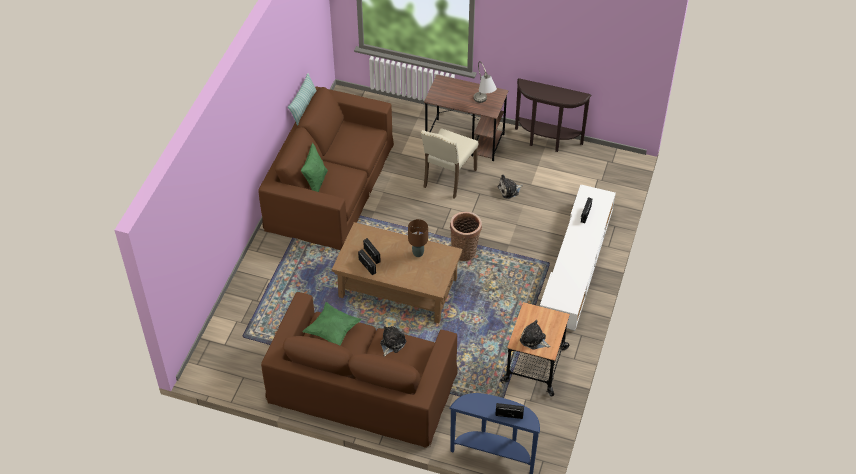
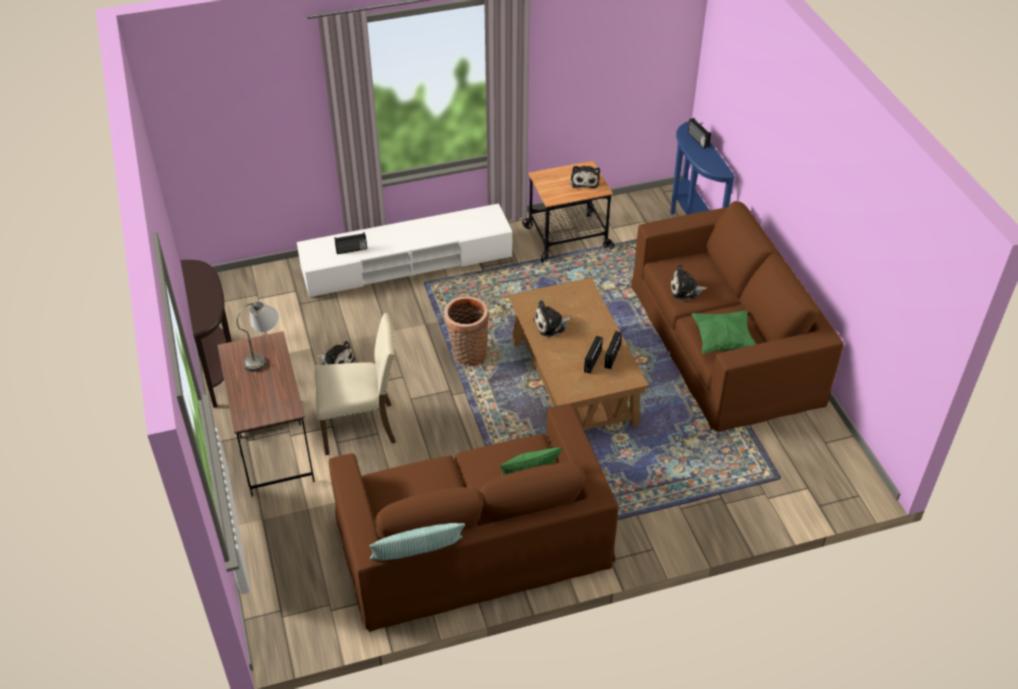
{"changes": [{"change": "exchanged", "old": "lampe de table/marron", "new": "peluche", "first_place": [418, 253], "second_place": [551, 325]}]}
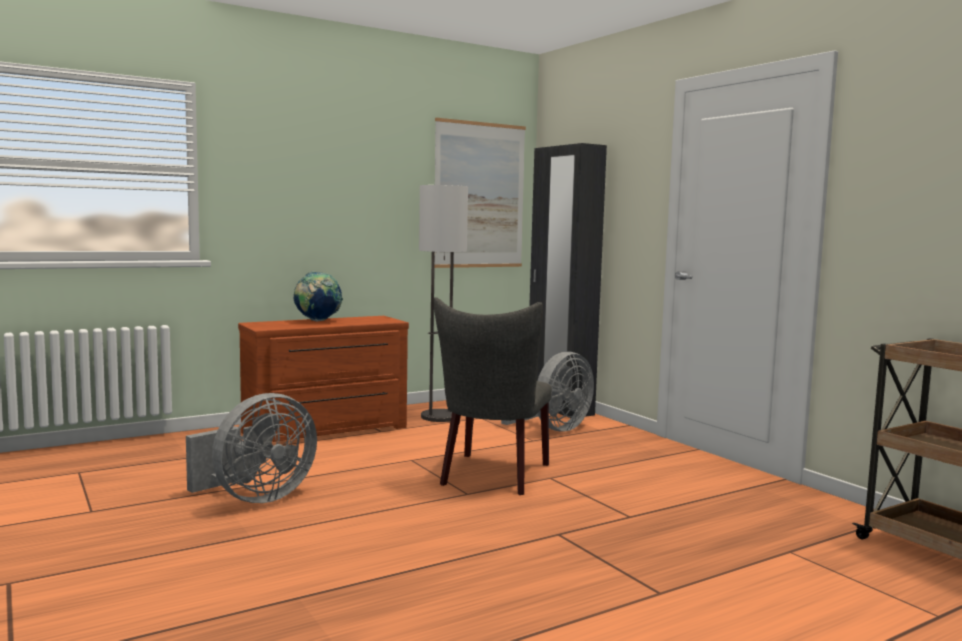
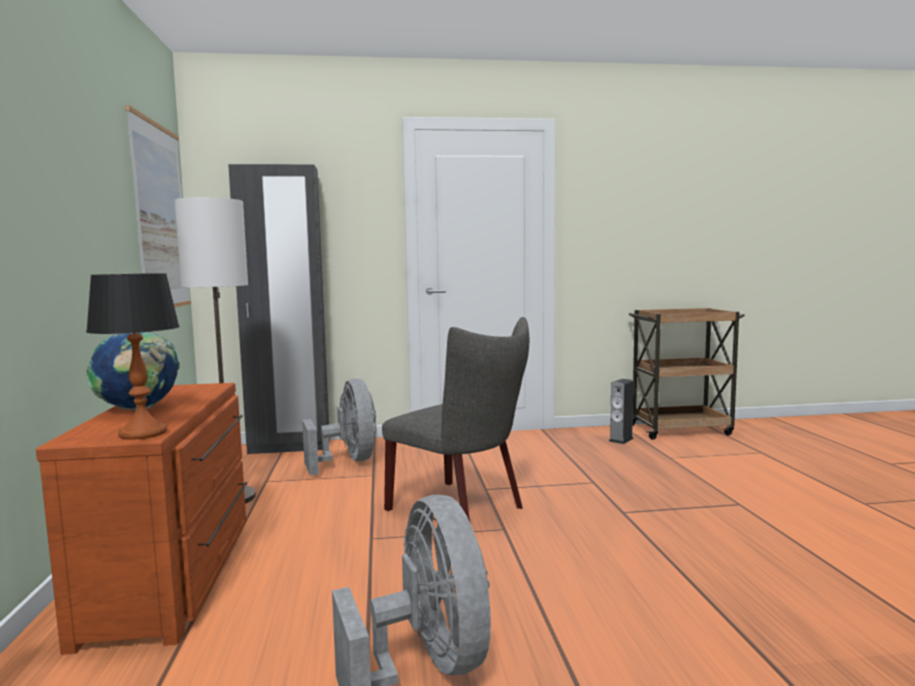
{"changes": [{"change": "appeared", "new": "lampe de table", "second_place": [142, 433]}, {"change": "appeared", "new": "enceinte", "second_place": [621, 440]}]}
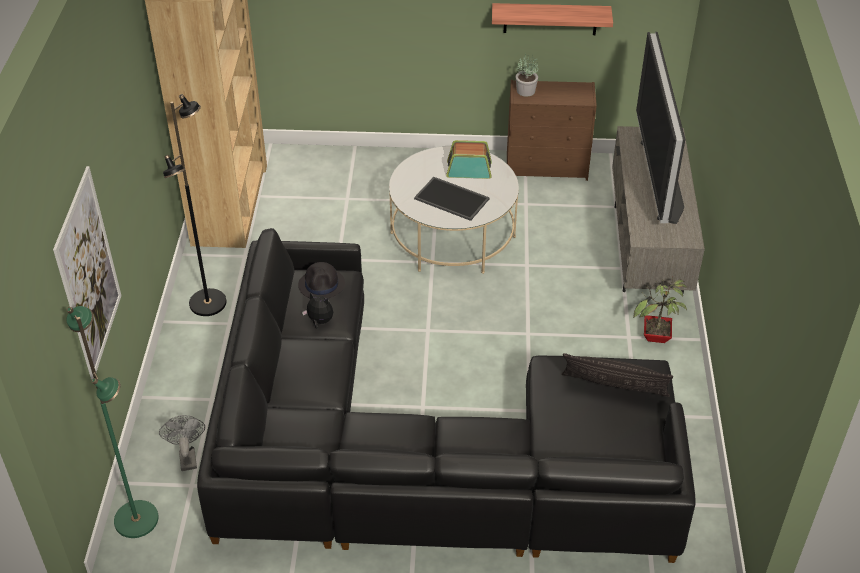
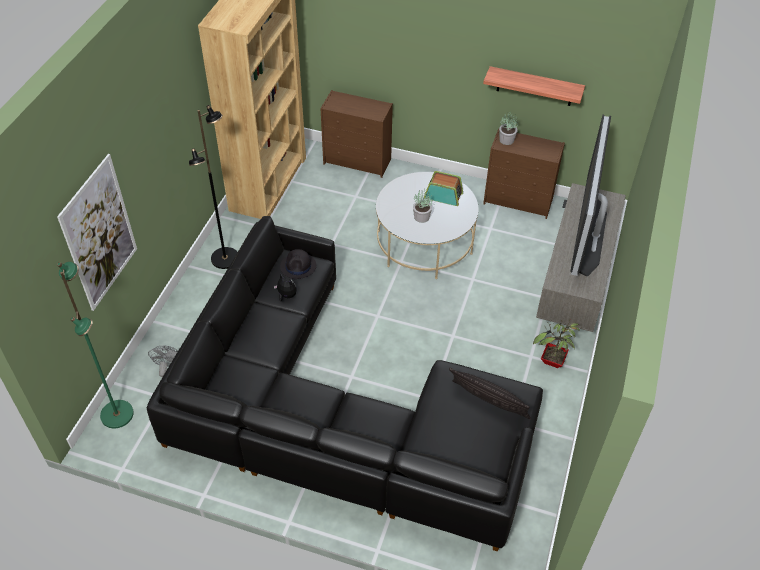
{"changes": [{"change": "exchanged", "old": "plateau", "new": "plante en pot", "first_place": [453, 198], "second_place": [422, 217]}, {"change": "appeared", "new": "commode/marron", "second_place": [358, 161]}]}
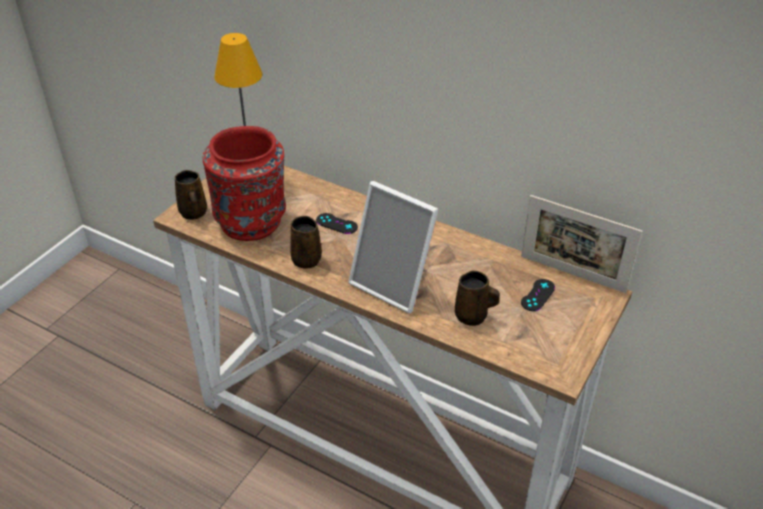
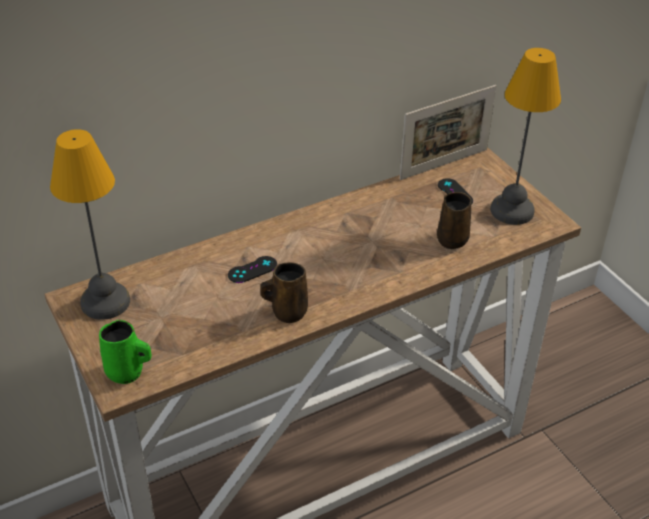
{"changes": [{"change": "missing", "old": "vase/rouge", "first_place": [252, 222]}, {"change": "colour", "old": "mug/marron", "new": "mug/vert", "first_place": [193, 213], "second_place": [127, 372]}, {"change": "missing", "old": "cadre photo", "first_place": [394, 284]}, {"change": "appeared", "new": "lampe de table", "second_place": [511, 211]}]}
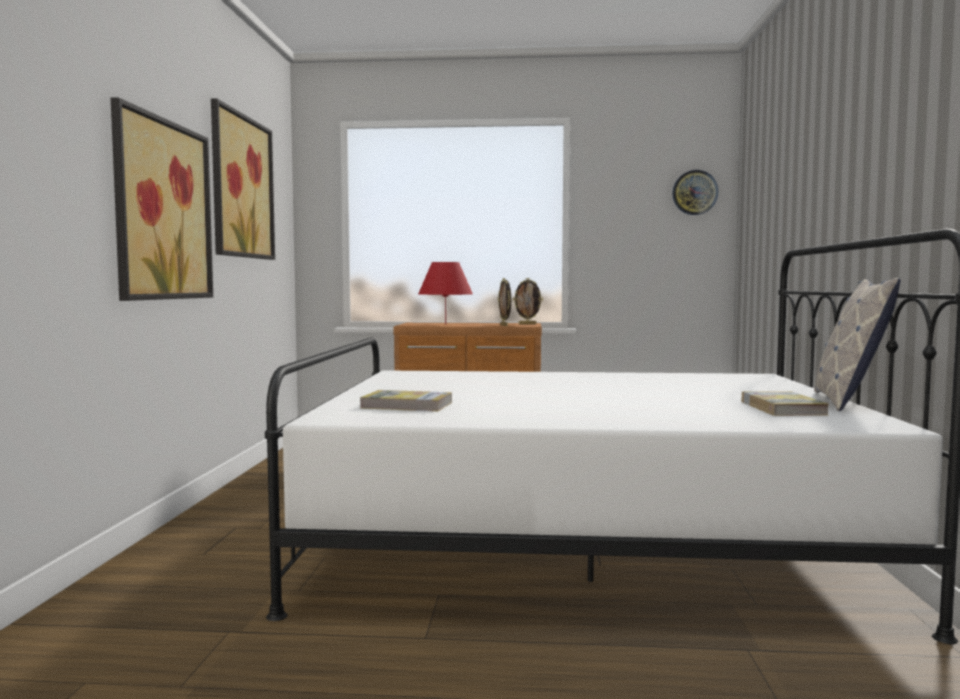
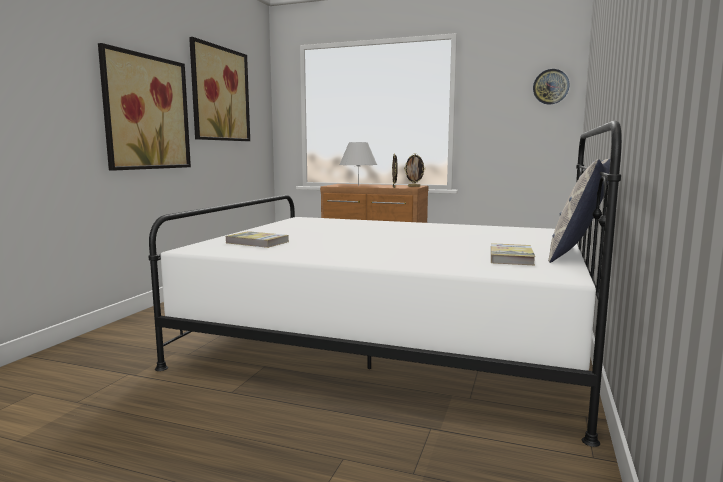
{"changes": [{"change": "colour", "old": "lampe de table/rouge", "new": "lampe de table/blanc", "first_place": [445, 324], "second_place": [358, 185]}]}
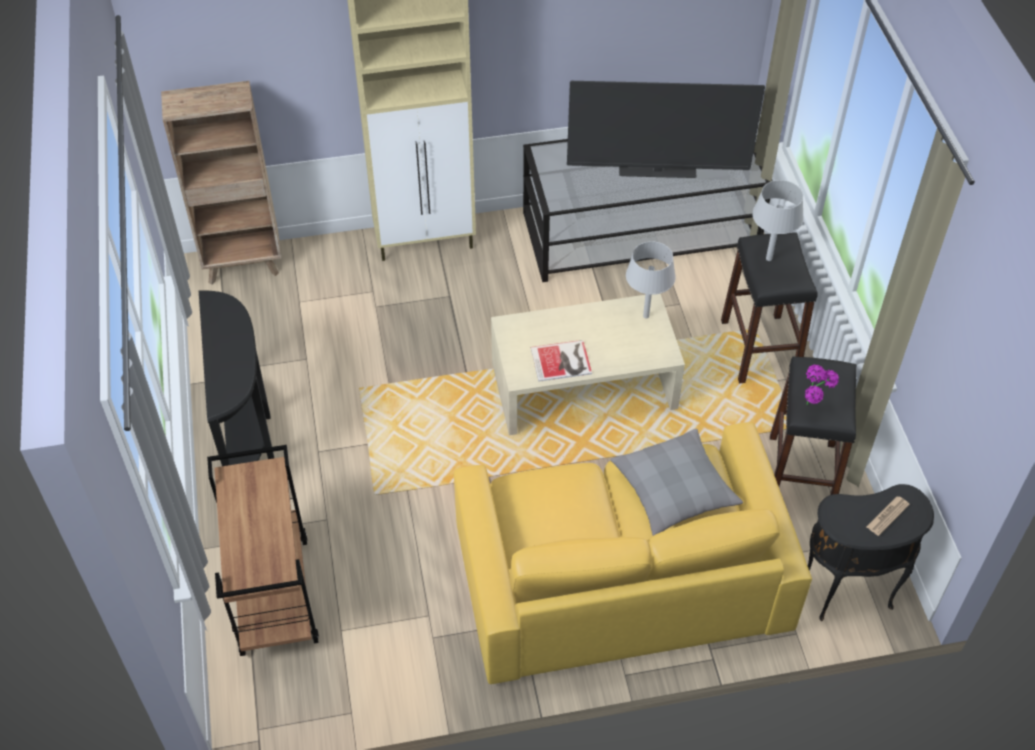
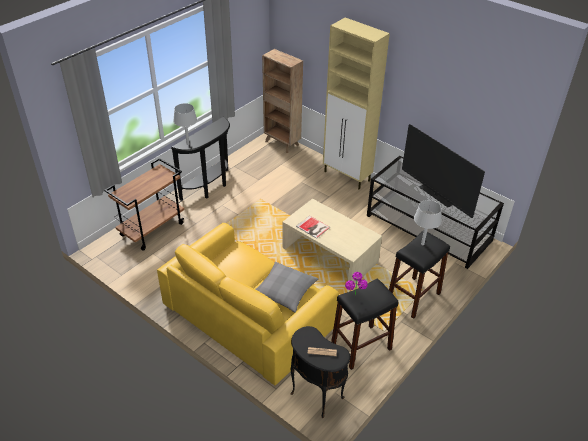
{"changes": [{"change": "relocated", "old": "lampe de table/gris", "first_place": [646, 316], "second_place": [188, 144]}]}
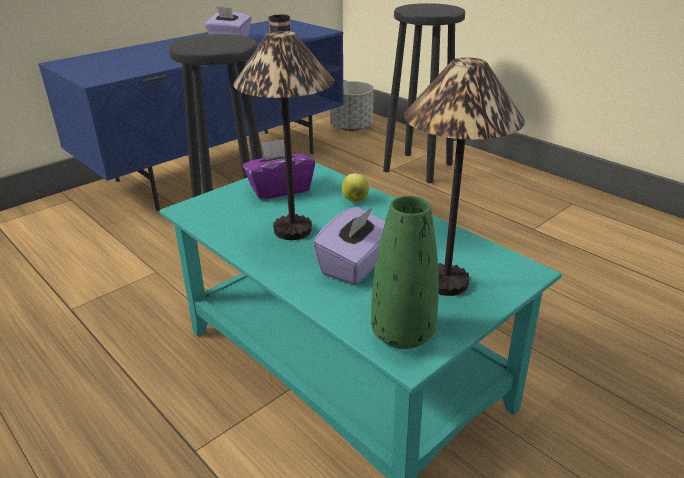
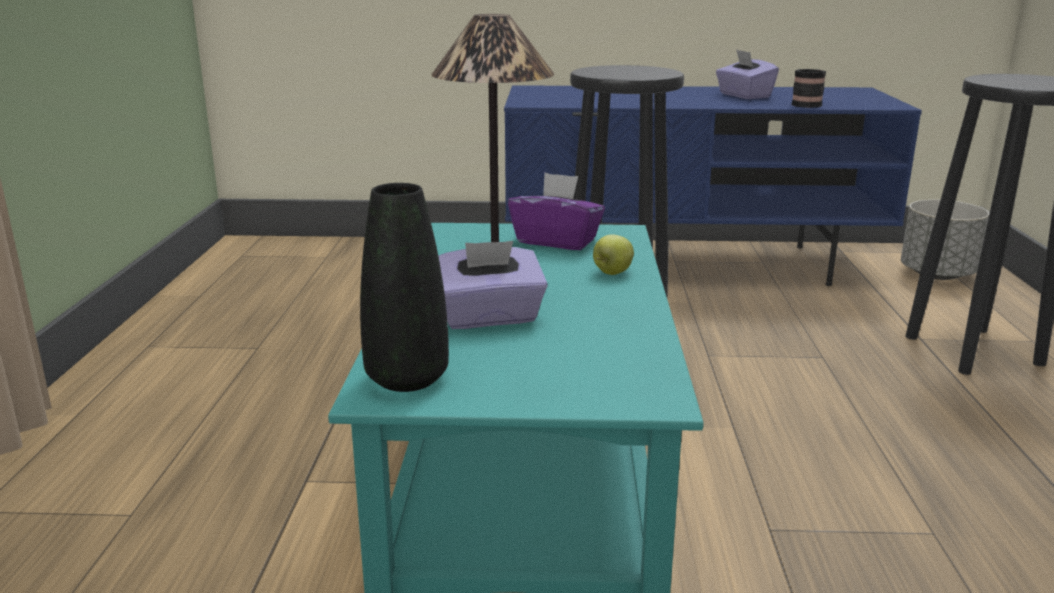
{"changes": [{"change": "missing", "old": "lampe de table", "first_place": [445, 283]}, {"change": "colour", "old": "vase/vert", "new": "vase/noir", "first_place": [402, 334], "second_place": [407, 379]}]}
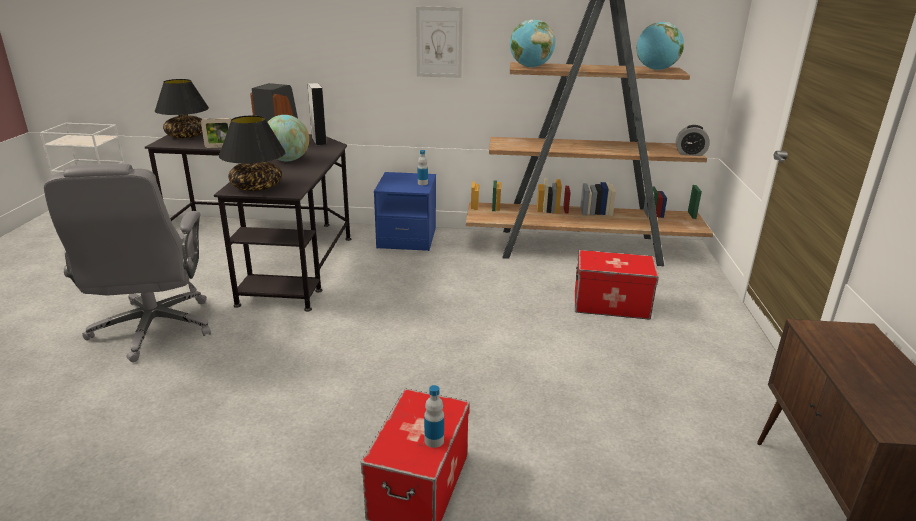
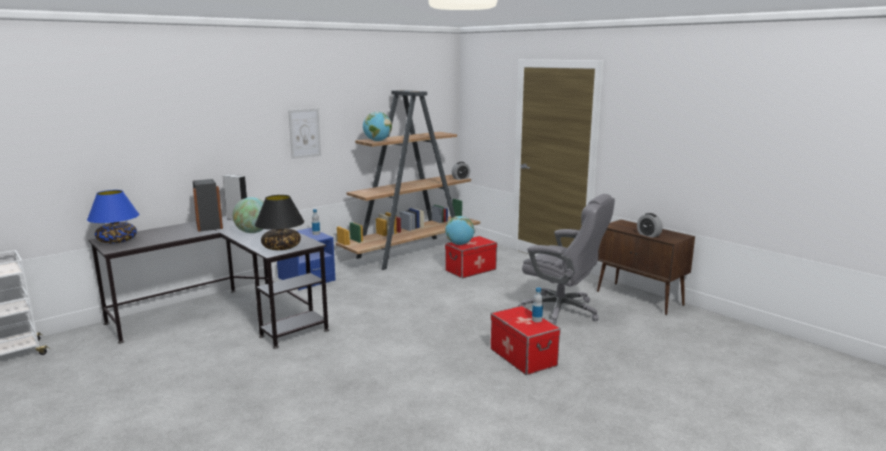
{"changes": [{"change": "relocated", "old": "globe", "first_place": [656, 70], "second_place": [459, 244]}, {"change": "colour", "old": "lampe de table/noir", "new": "lampe de table/bleu", "first_place": [187, 136], "second_place": [117, 241]}, {"change": "missing", "old": "cadre photo", "first_place": [220, 147]}, {"change": "relocated", "old": "chaise de bureau/gris", "first_place": [153, 329], "second_place": [562, 310]}, {"change": "appeared", "new": "réveil", "second_place": [648, 235]}]}
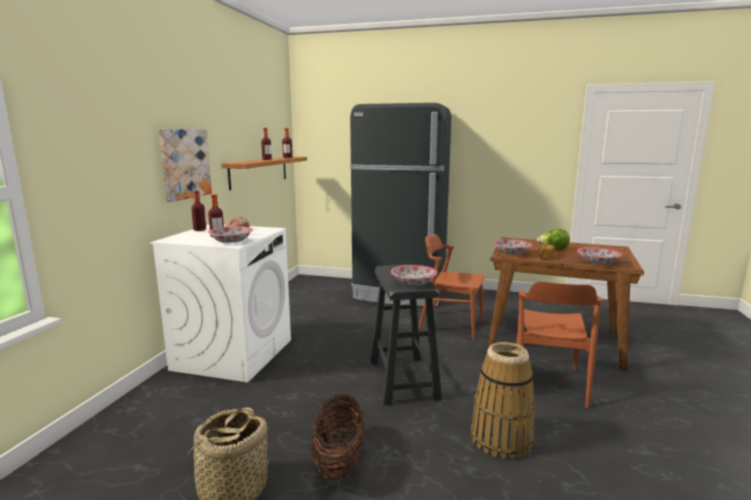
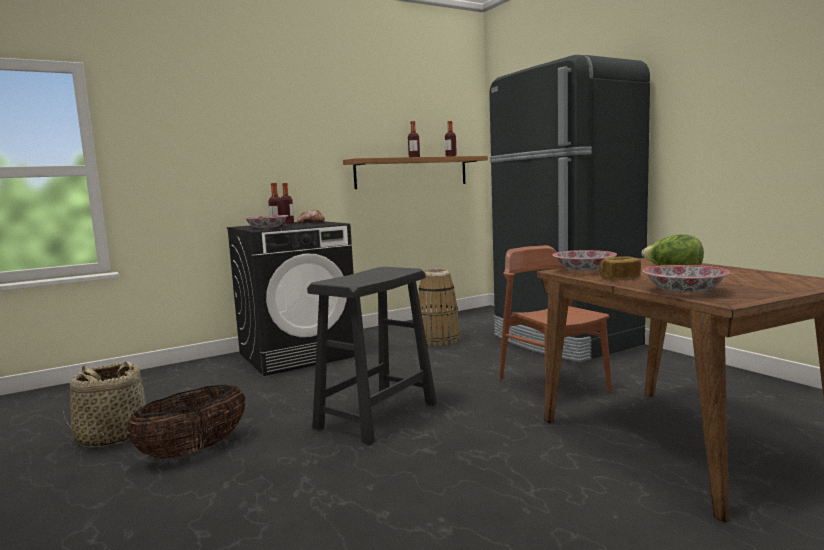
{"changes": [{"change": "missing", "old": "tableau", "first_place": [185, 163]}, {"change": "colour", "old": "lave-linge/blanc", "new": "lave-linge/noir", "first_place": [233, 354], "second_place": [298, 354]}, {"change": "missing", "old": "bol", "first_place": [413, 283]}, {"change": "missing", "old": "chaise/marron", "first_place": [548, 383]}, {"change": "relocated", "old": "panier", "first_place": [501, 438], "second_place": [438, 339]}]}
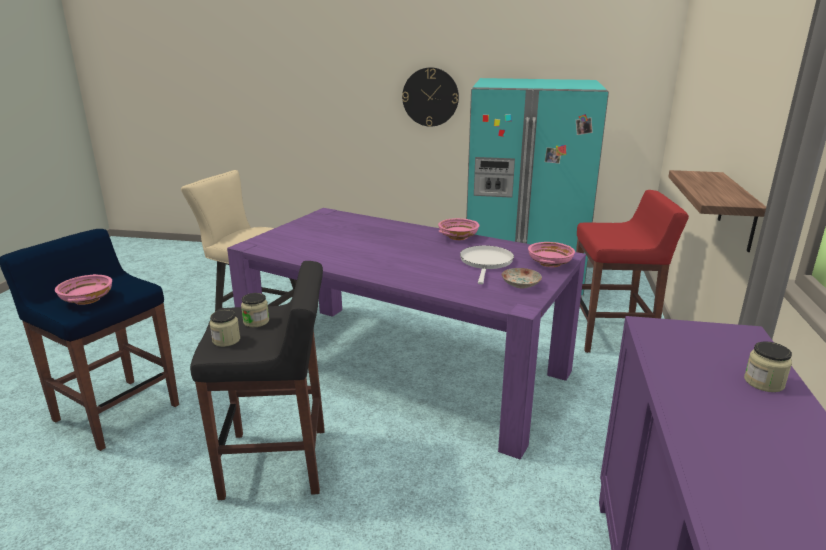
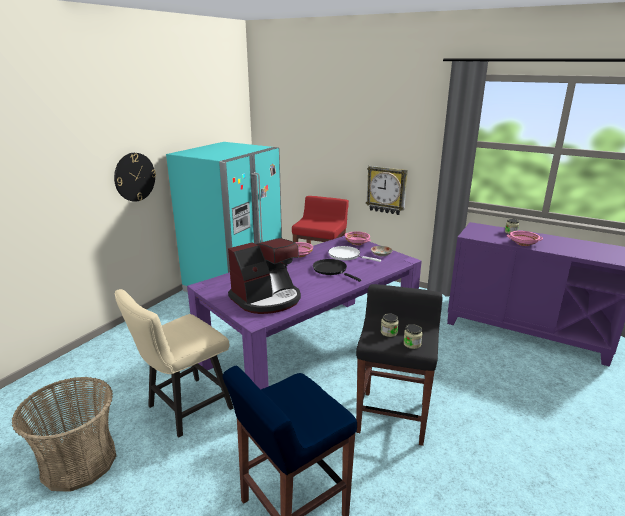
{"changes": [{"change": "exchanged", "old": "étagère", "new": "horloge murale", "first_place": [738, 211], "second_place": [386, 190]}, {"change": "relocated", "old": "bol/rose", "first_place": [87, 299], "second_place": [523, 243]}, {"change": "appeared", "new": "machine à café", "second_place": [267, 299]}, {"change": "appeared", "new": "poêle/noir", "second_place": [331, 270]}, {"change": "appeared", "new": "panier", "second_place": [79, 462]}]}
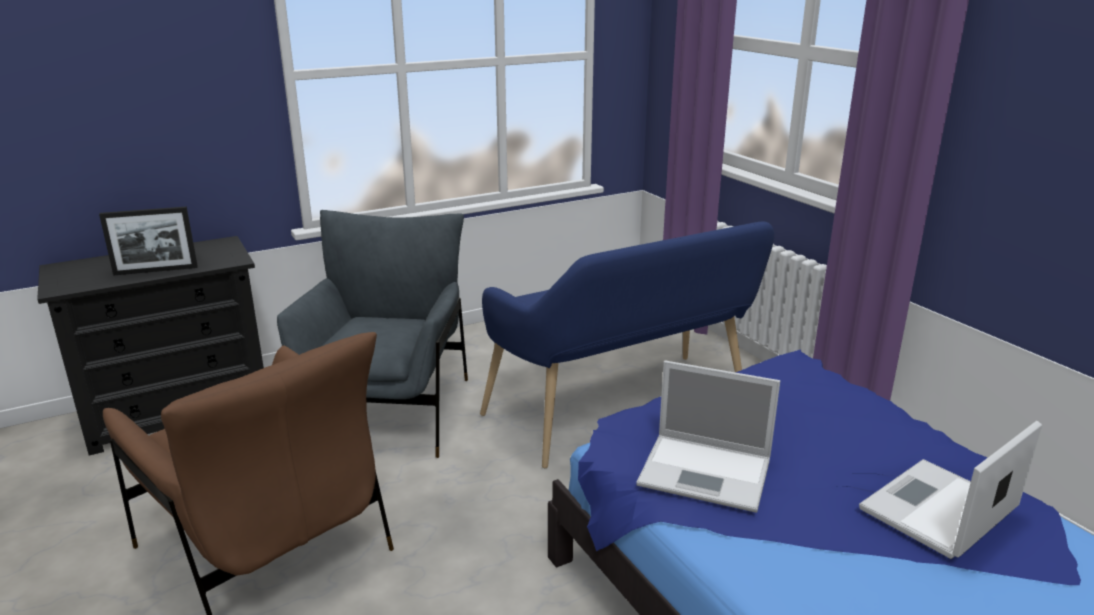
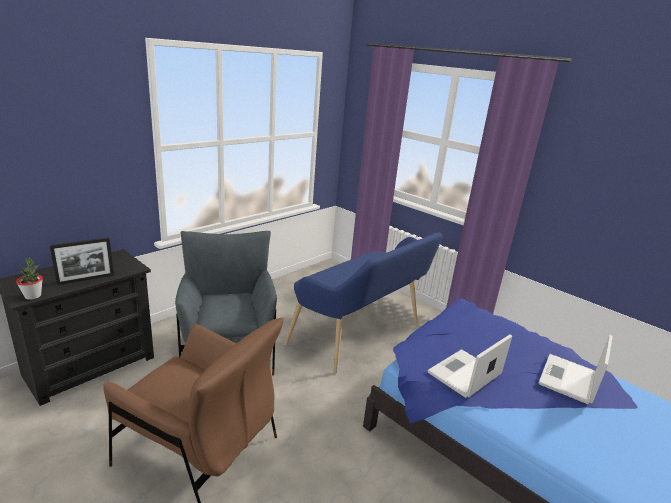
{"changes": [{"change": "spun", "old": "ordinateur portable", "first_place": [707, 472], "second_place": [464, 374], "degrees": 135}, {"change": "appeared", "new": "plante en pot", "second_place": [33, 296]}]}
